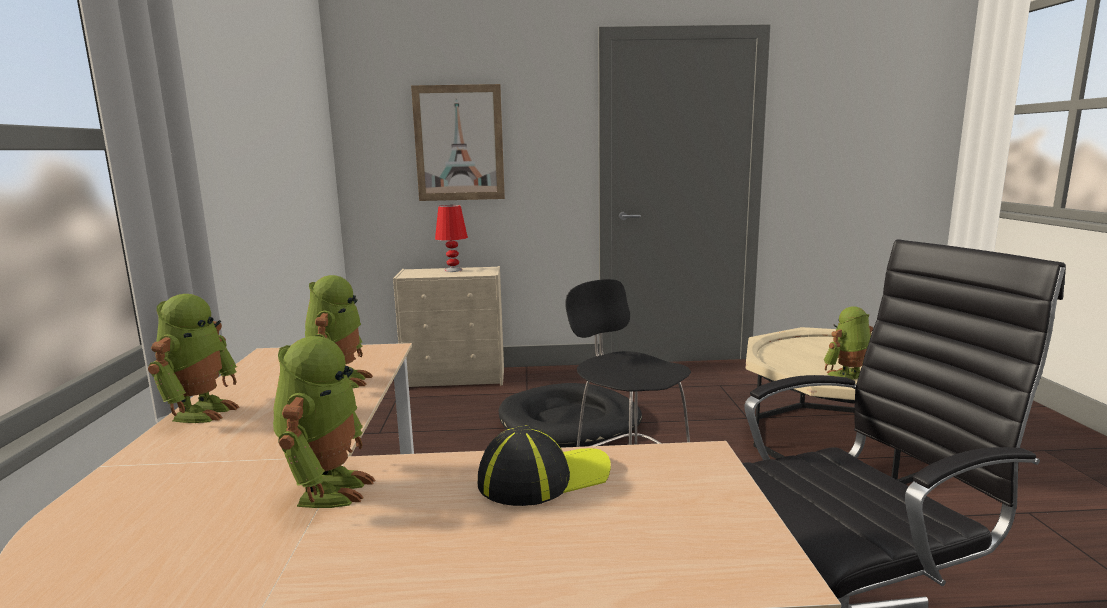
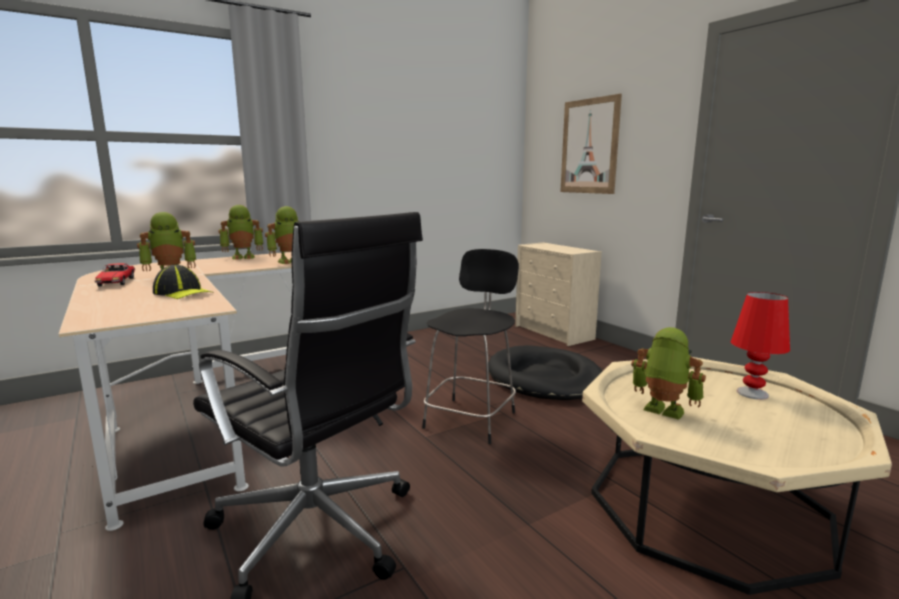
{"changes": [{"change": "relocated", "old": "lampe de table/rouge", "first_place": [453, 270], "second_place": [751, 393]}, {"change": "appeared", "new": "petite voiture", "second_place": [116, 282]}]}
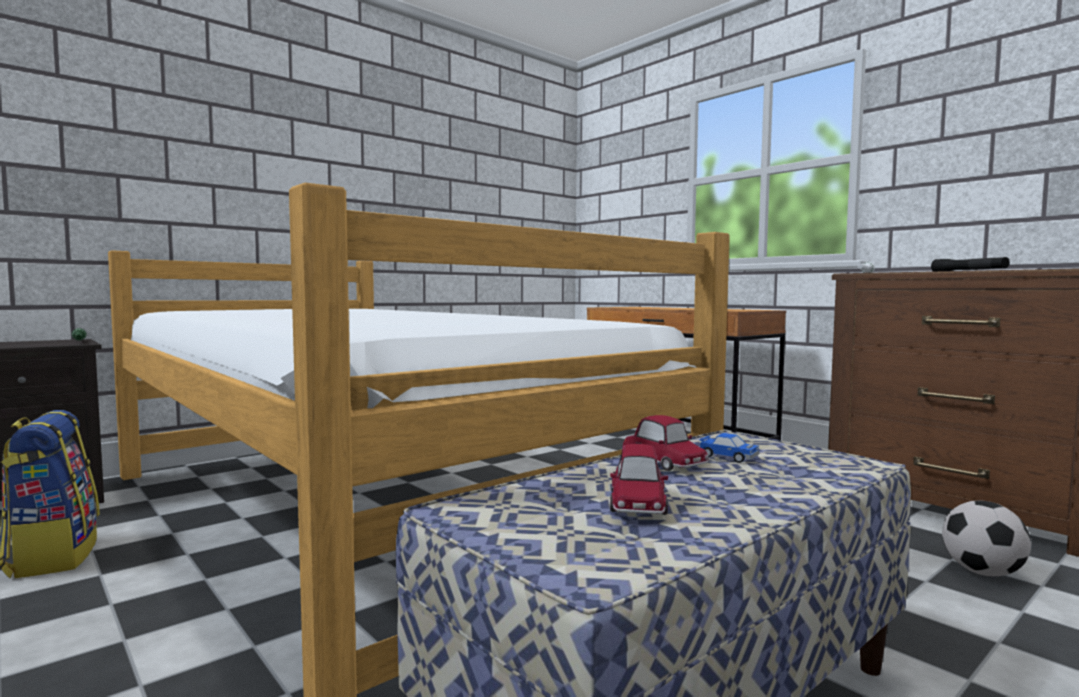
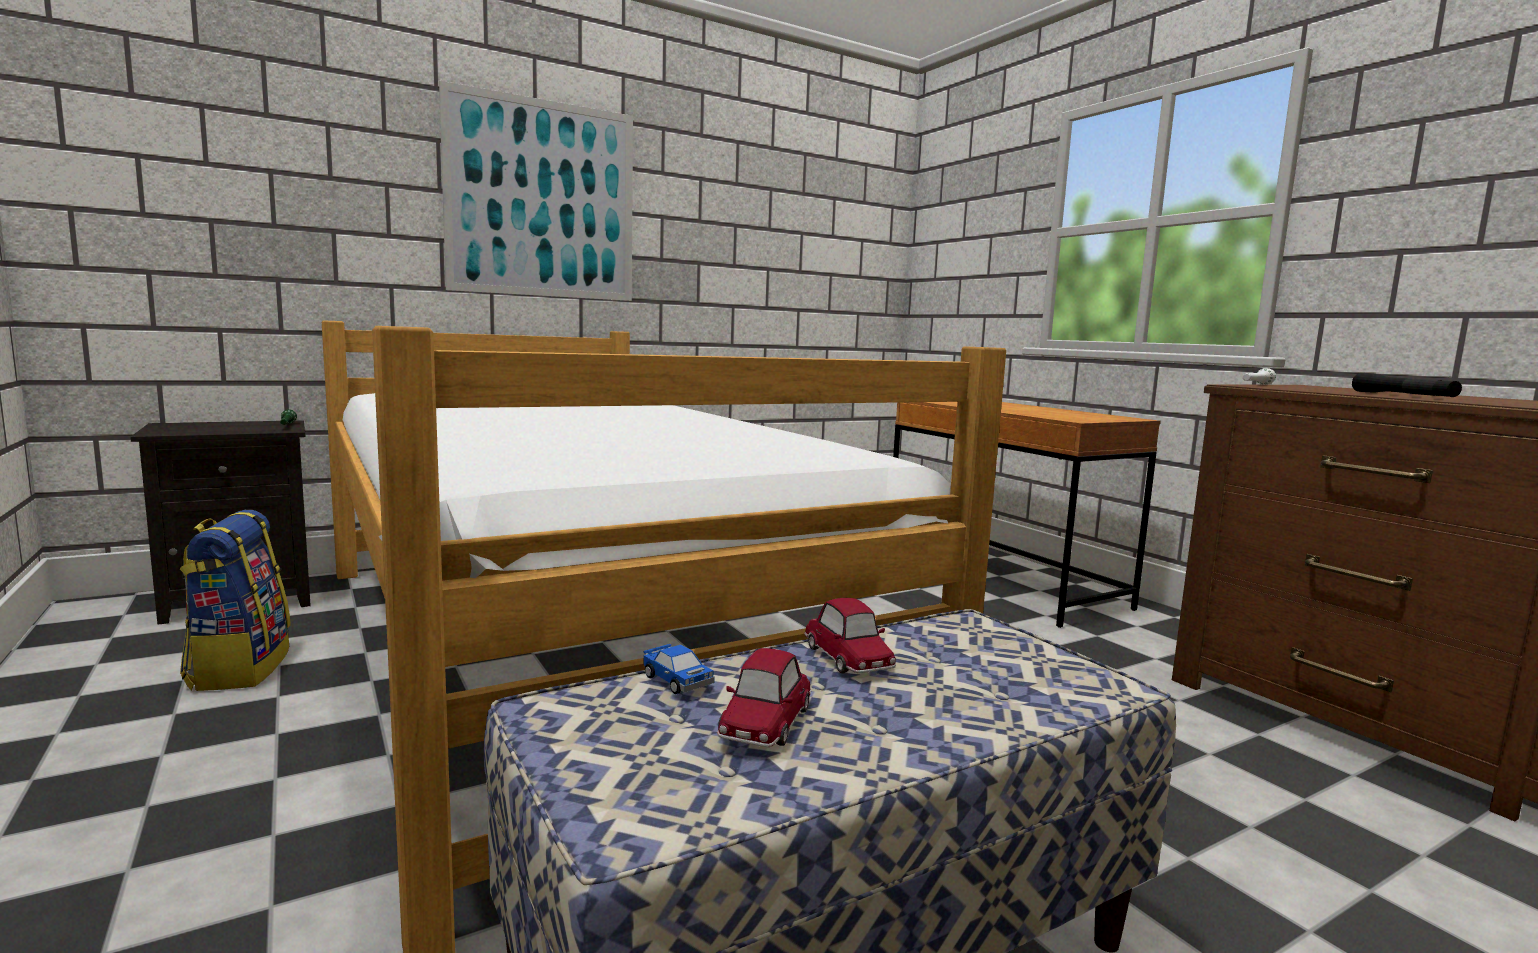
{"changes": [{"change": "relocated", "old": "petite voiture", "first_place": [727, 457], "second_place": [676, 680]}, {"change": "missing", "old": "ballon de foot", "first_place": [982, 572]}, {"change": "appeared", "new": "tableau", "second_place": [542, 199]}]}
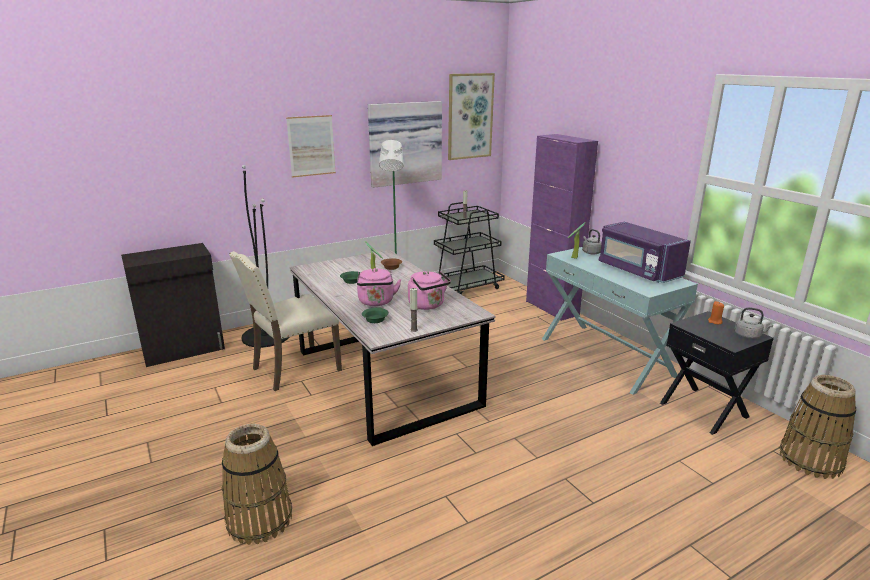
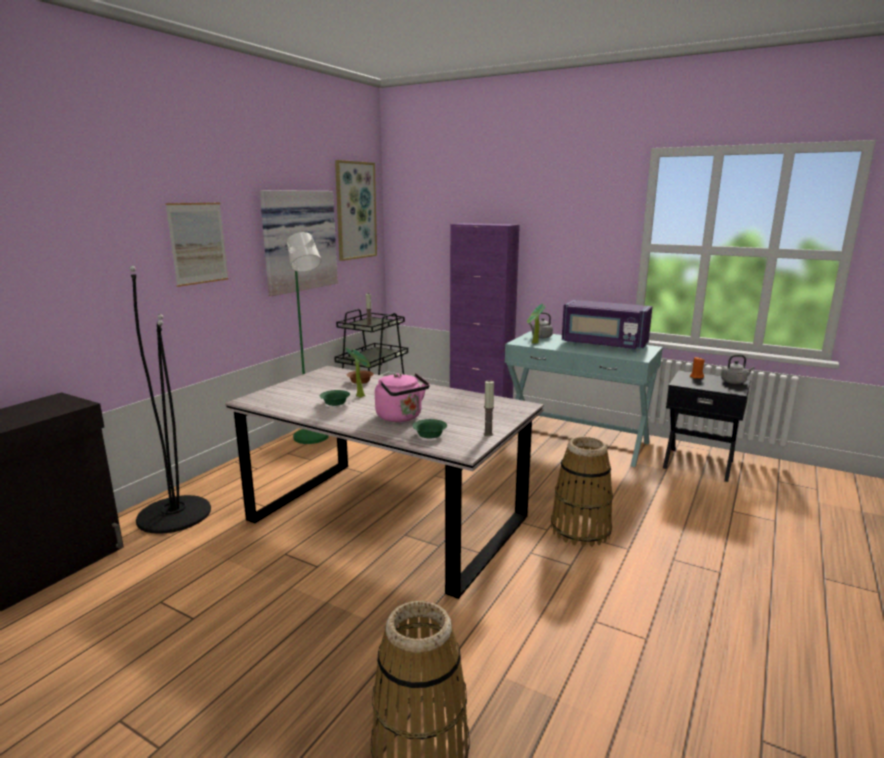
{"changes": [{"change": "missing", "old": "chaise/beige", "first_place": [294, 369]}, {"change": "missing", "old": "bouilloire/rose", "first_place": [428, 305]}, {"change": "relocated", "old": "panier", "first_place": [810, 460], "second_place": [580, 530]}]}
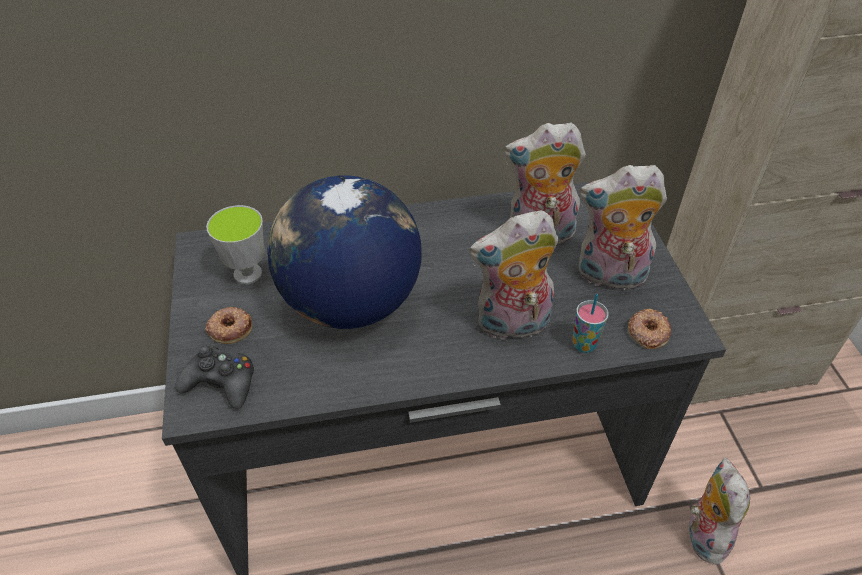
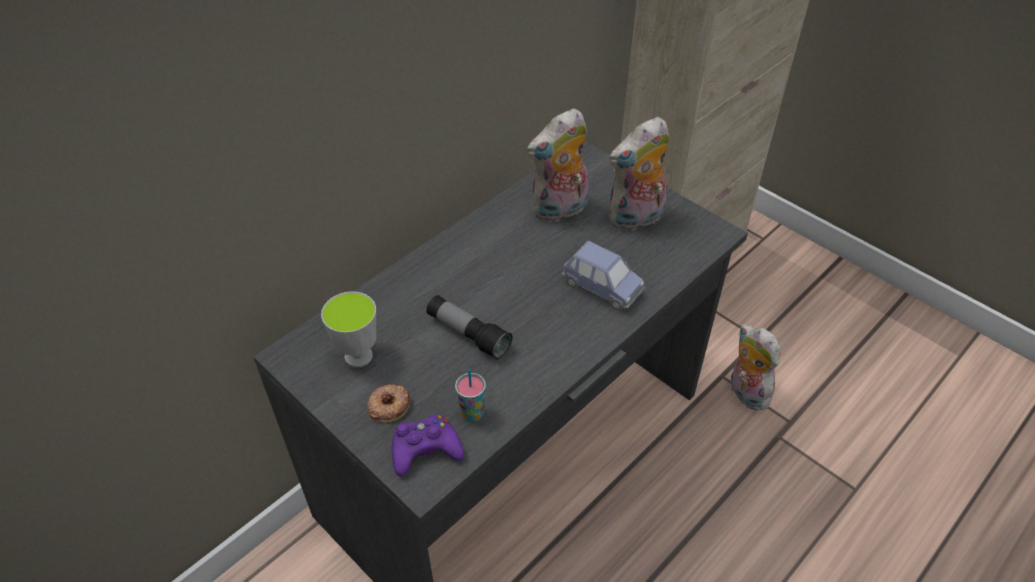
{"changes": [{"change": "exchanged", "old": "globe", "new": "lampe de poche", "first_place": [350, 303], "second_place": [468, 334]}, {"change": "exchanged", "old": "peluche", "new": "petite voiture/bleu", "first_place": [512, 325], "second_place": [602, 288]}, {"change": "relocated", "old": "tasse", "first_place": [584, 344], "second_place": [472, 413]}, {"change": "missing", "old": "beignet", "first_place": [648, 332]}, {"change": "colour", "old": "manette/noir", "new": "manette/violet", "first_place": [221, 382], "second_place": [425, 450]}]}
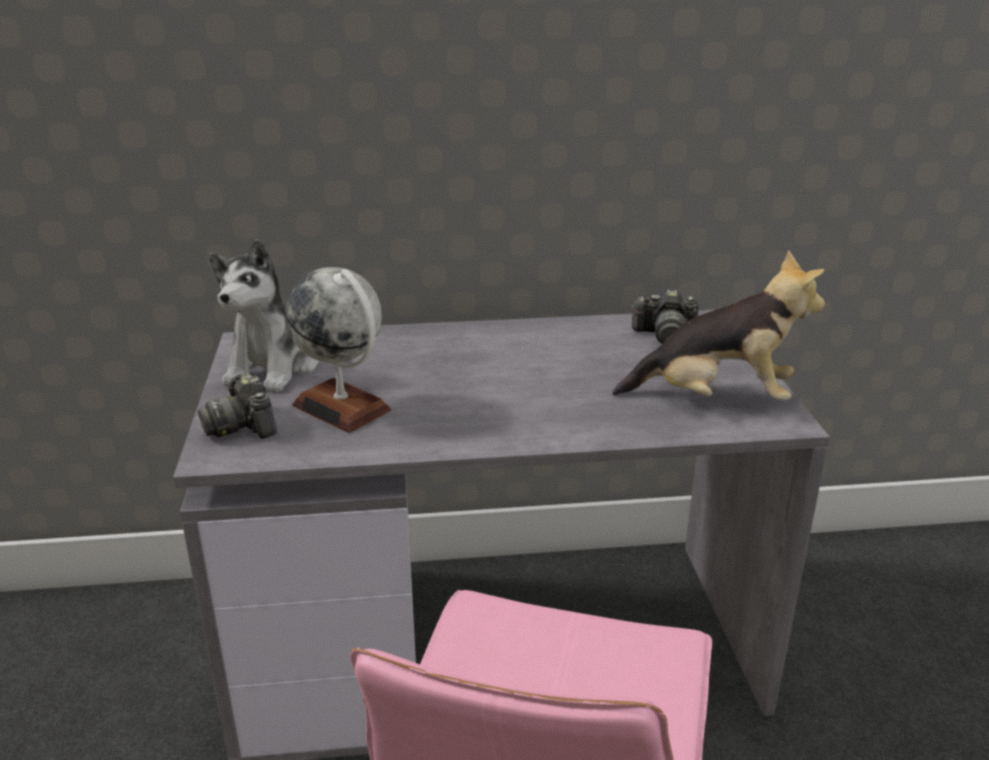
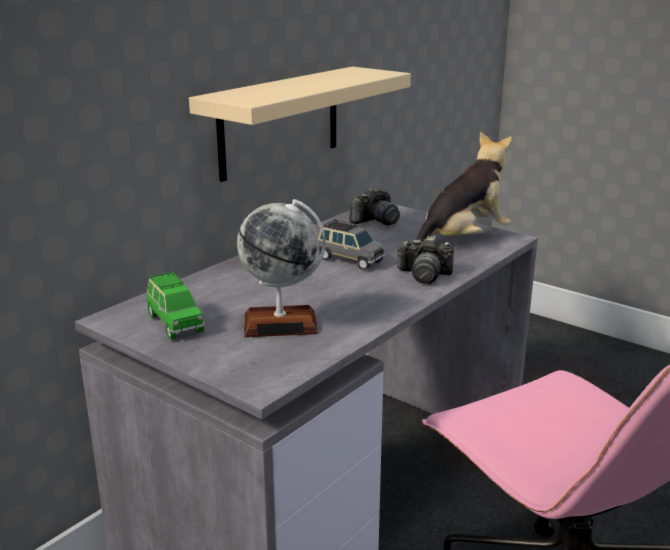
{"changes": [{"change": "exchanged", "old": "peluche", "new": "petite voiture/vert", "first_place": [274, 367], "second_place": [175, 323]}, {"change": "relocated", "old": "appareil photo", "first_place": [243, 426], "second_place": [424, 275]}, {"change": "appeared", "new": "étagère/beige", "second_place": [280, 122]}, {"change": "appeared", "new": "petite voiture/gris", "second_place": [349, 260]}]}
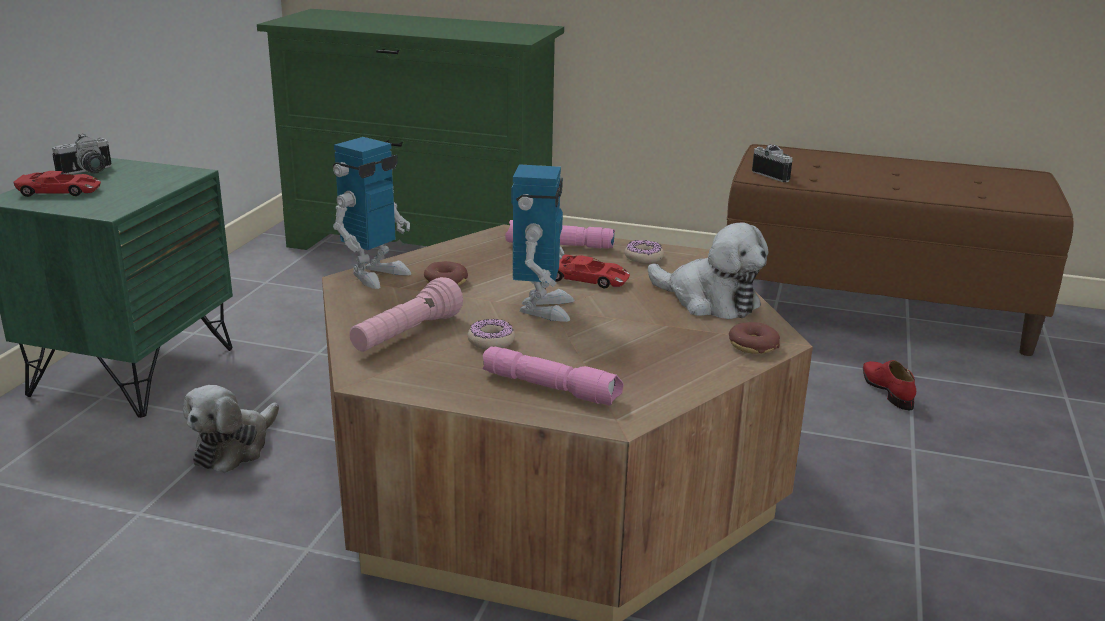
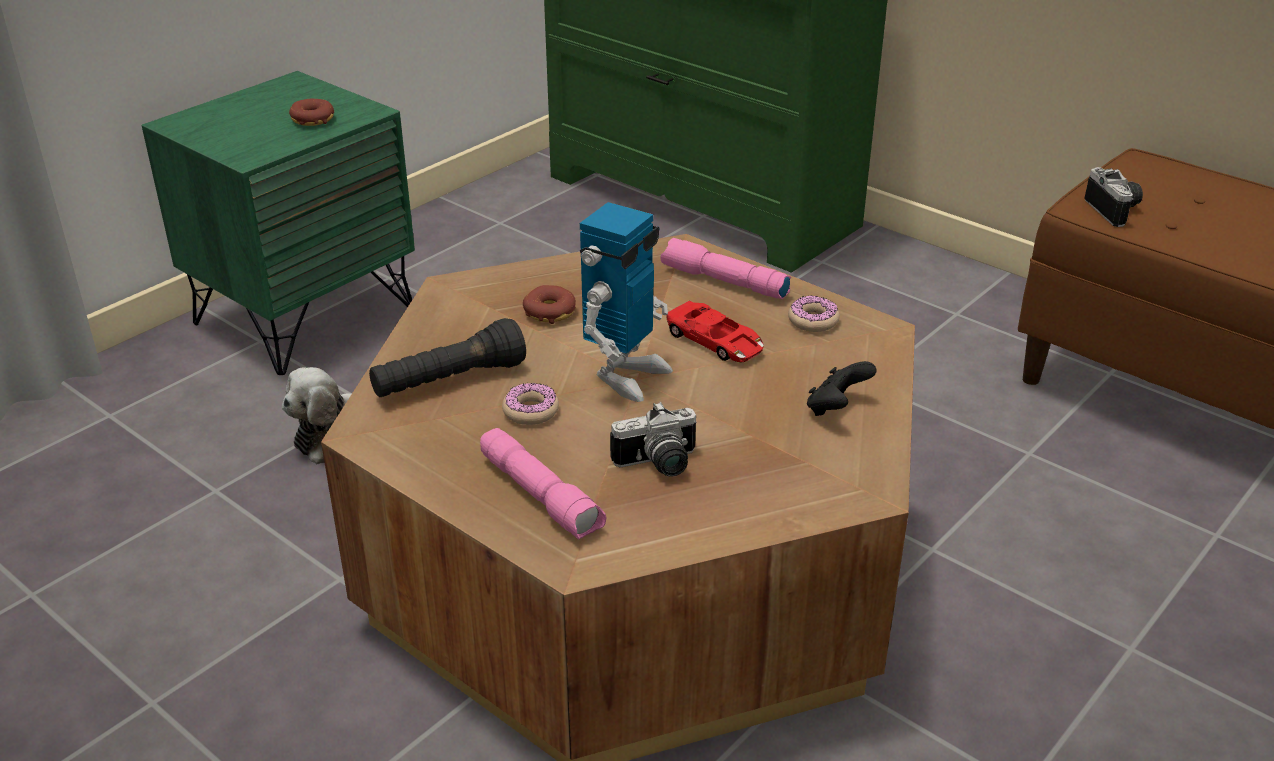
{"changes": [{"change": "relocated", "old": "appareil photo", "first_place": [88, 172], "second_place": [659, 465]}, {"change": "missing", "old": "robot jouet", "first_place": [374, 274]}, {"change": "missing", "old": "petite voiture/rouge", "first_place": [60, 191]}, {"change": "exchanged", "old": "peluche", "new": "manette/noir", "first_place": [709, 301], "second_place": [836, 408]}, {"change": "colour", "old": "lampe de poche/rose", "new": "lampe de poche/noir", "first_place": [406, 335], "second_place": [449, 381]}, {"change": "relocated", "old": "beignet", "first_place": [752, 346], "second_place": [312, 119]}, {"change": "missing", "old": "chaussure/rouge", "first_place": [887, 390]}]}
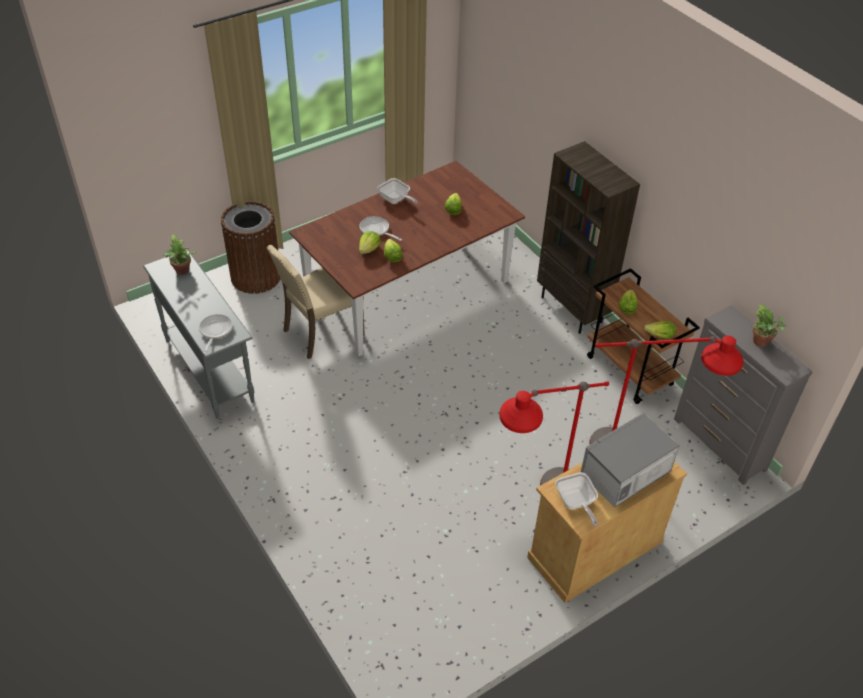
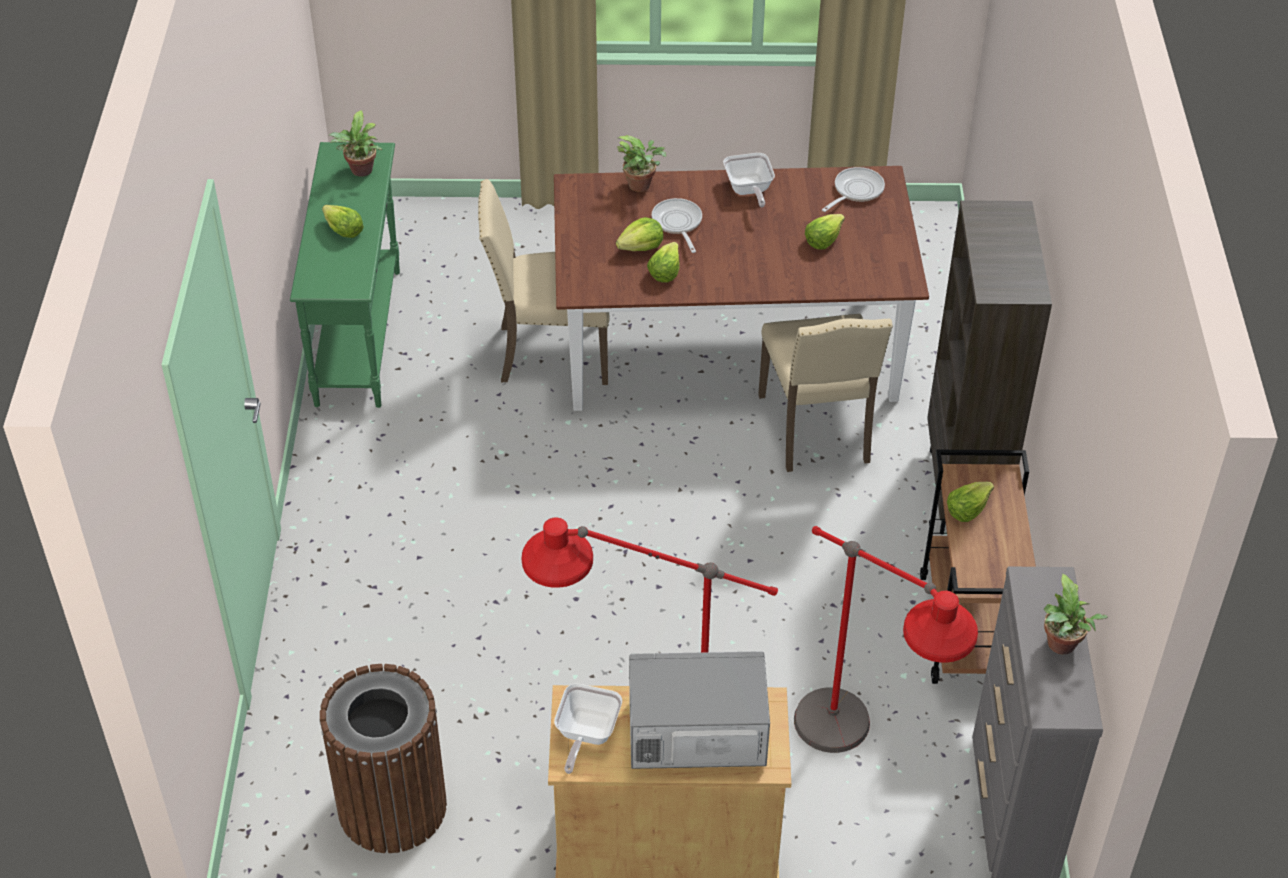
{"changes": [{"change": "relocated", "old": "poubelle/marron", "first_place": [256, 276], "second_place": [392, 807]}, {"change": "colour", "old": "table console/gris", "new": "table console/vert", "first_place": [209, 370], "second_place": [359, 336]}, {"change": "relocated", "old": "poêle", "first_place": [215, 331], "second_place": [855, 191]}, {"change": "relocated", "old": "laitue", "first_place": [659, 336], "second_place": [343, 230]}, {"change": "appeared", "new": "plante en pot", "second_place": [642, 185]}, {"change": "appeared", "new": "chaise/beige", "second_place": [818, 430]}]}
